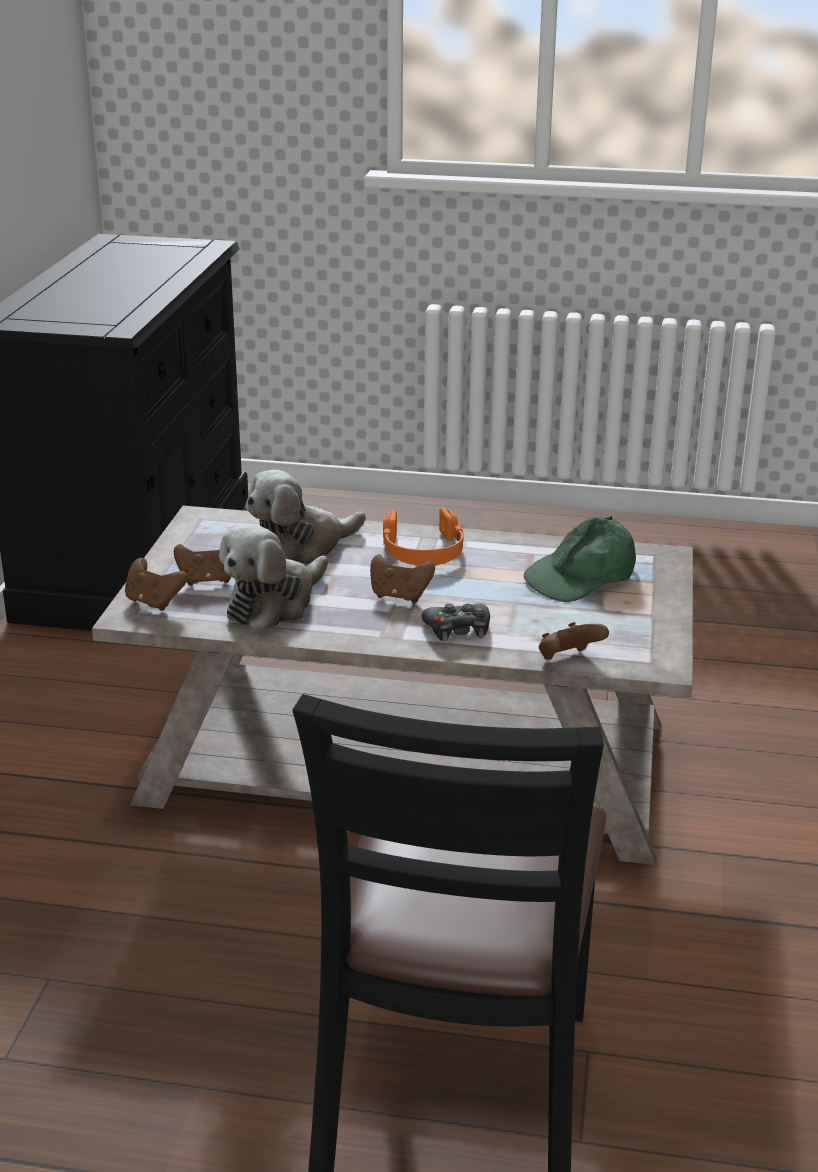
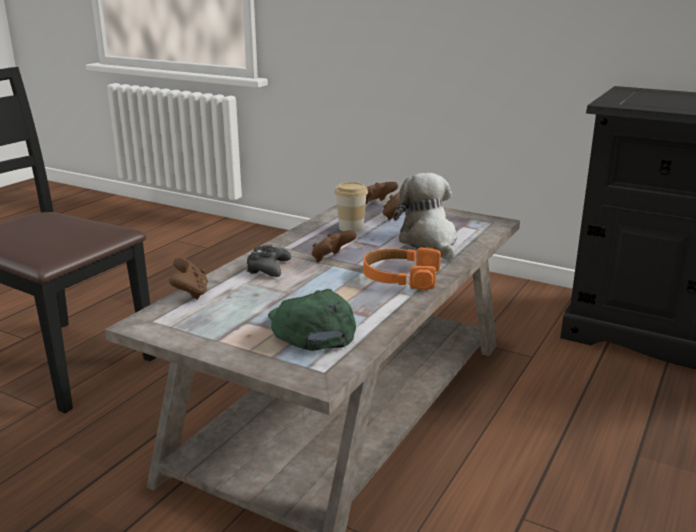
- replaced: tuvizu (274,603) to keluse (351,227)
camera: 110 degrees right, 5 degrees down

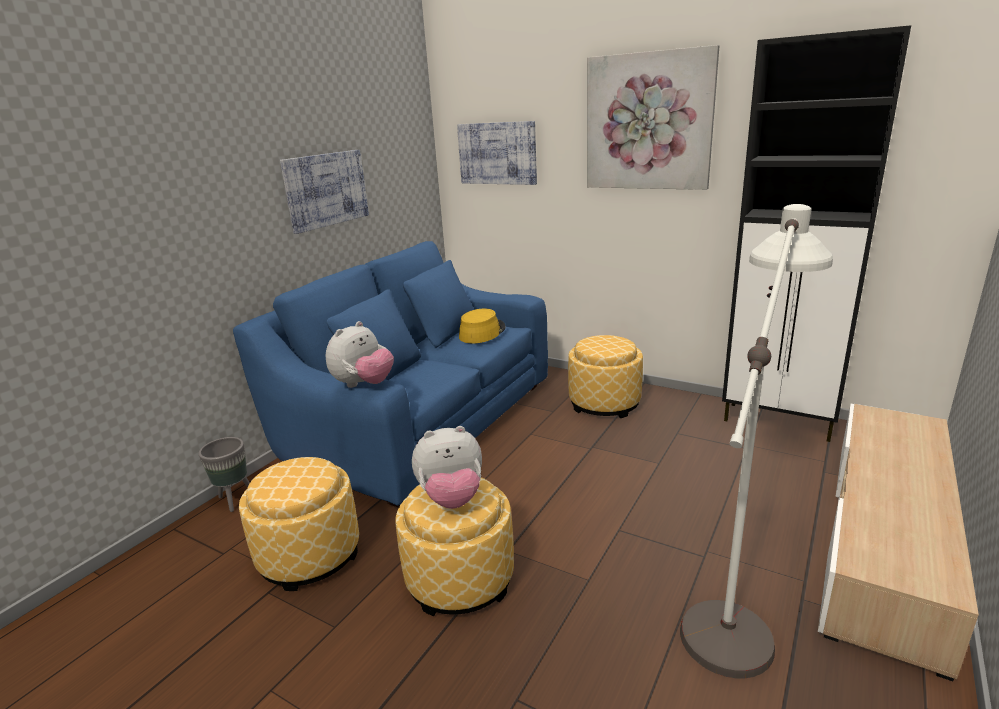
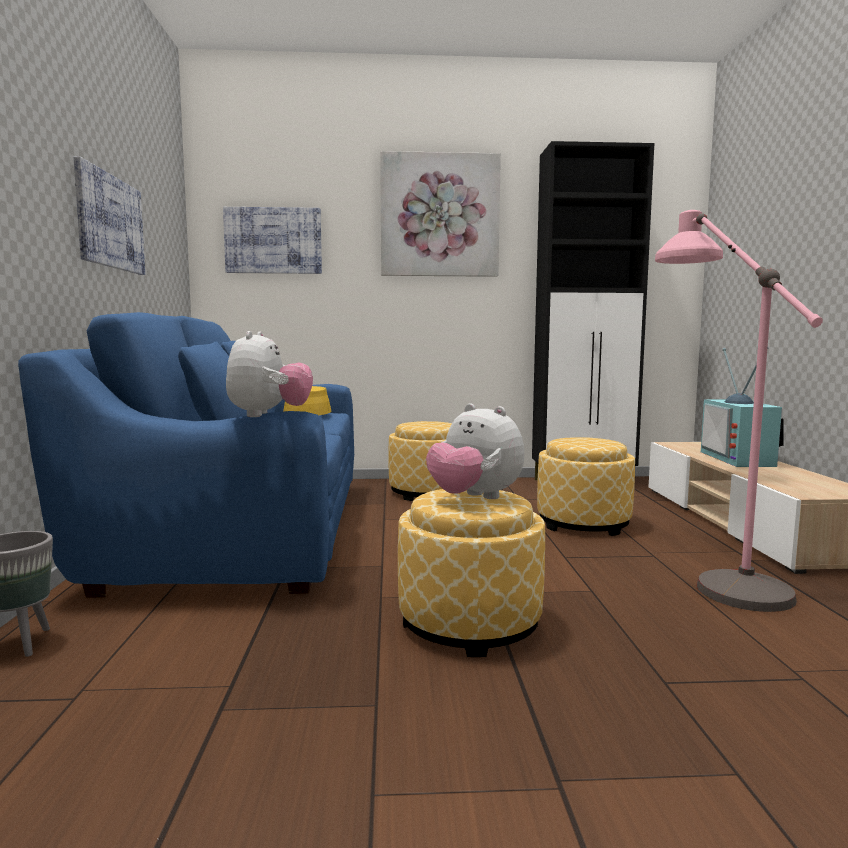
- moved: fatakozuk (309,555) to (583,523)
- turned: tuvizu (451,498) = (474,498) 90 degrees clockwise
- recoloured: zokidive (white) (738,595) to zokidive (pink) (711,569)
- added: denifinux (741,459)
camera: 35 degrees left, 15 degrees down

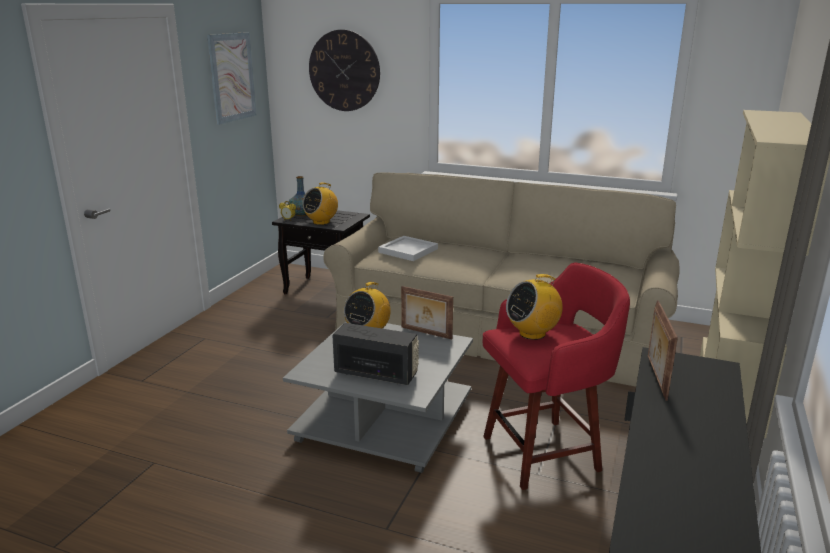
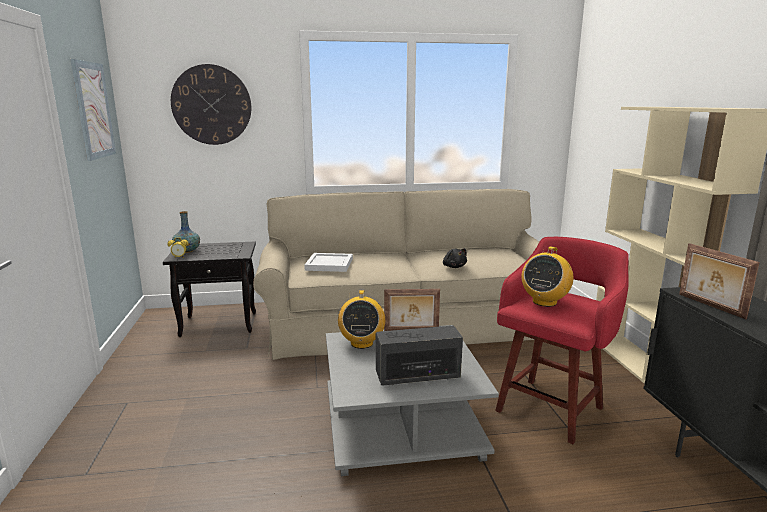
- removed: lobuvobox (321,222)
- added: tuvizu (black) (454,267)
camera: 30 degrees left, 5 degrees down

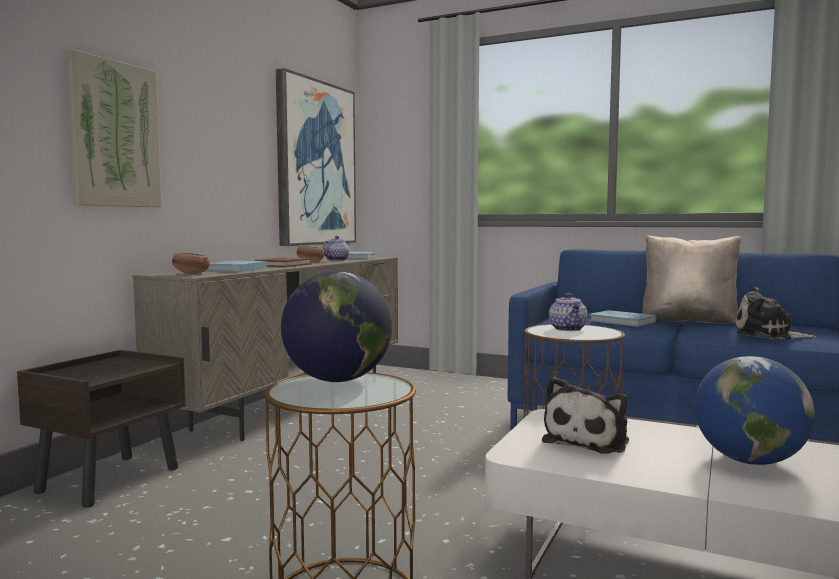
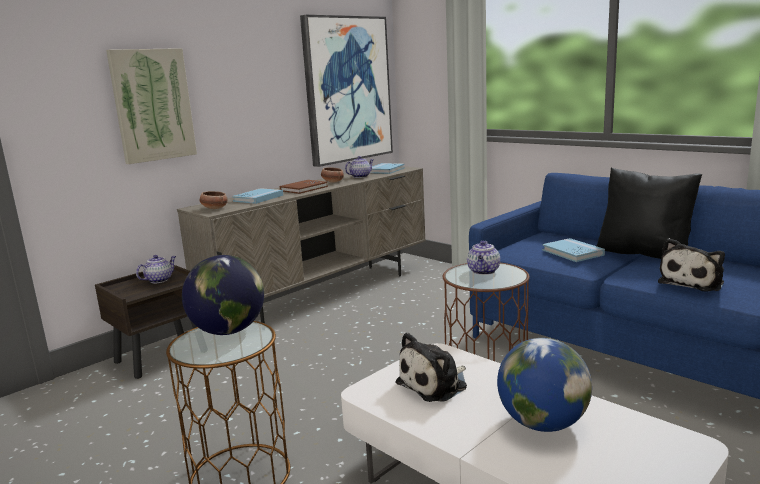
- recoloured: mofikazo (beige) (688,321) to mofikazo (black) (643,253)
- turned: tuvizu (767,335) = (693,282) 90 degrees counterclockwise
- added: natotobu (159,280)
camera: 20 degrees right, 10 degrees up

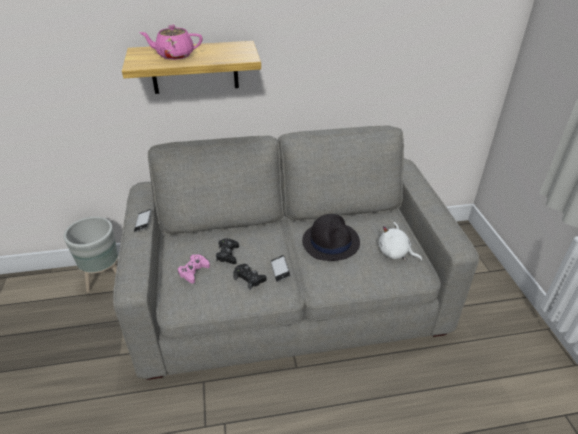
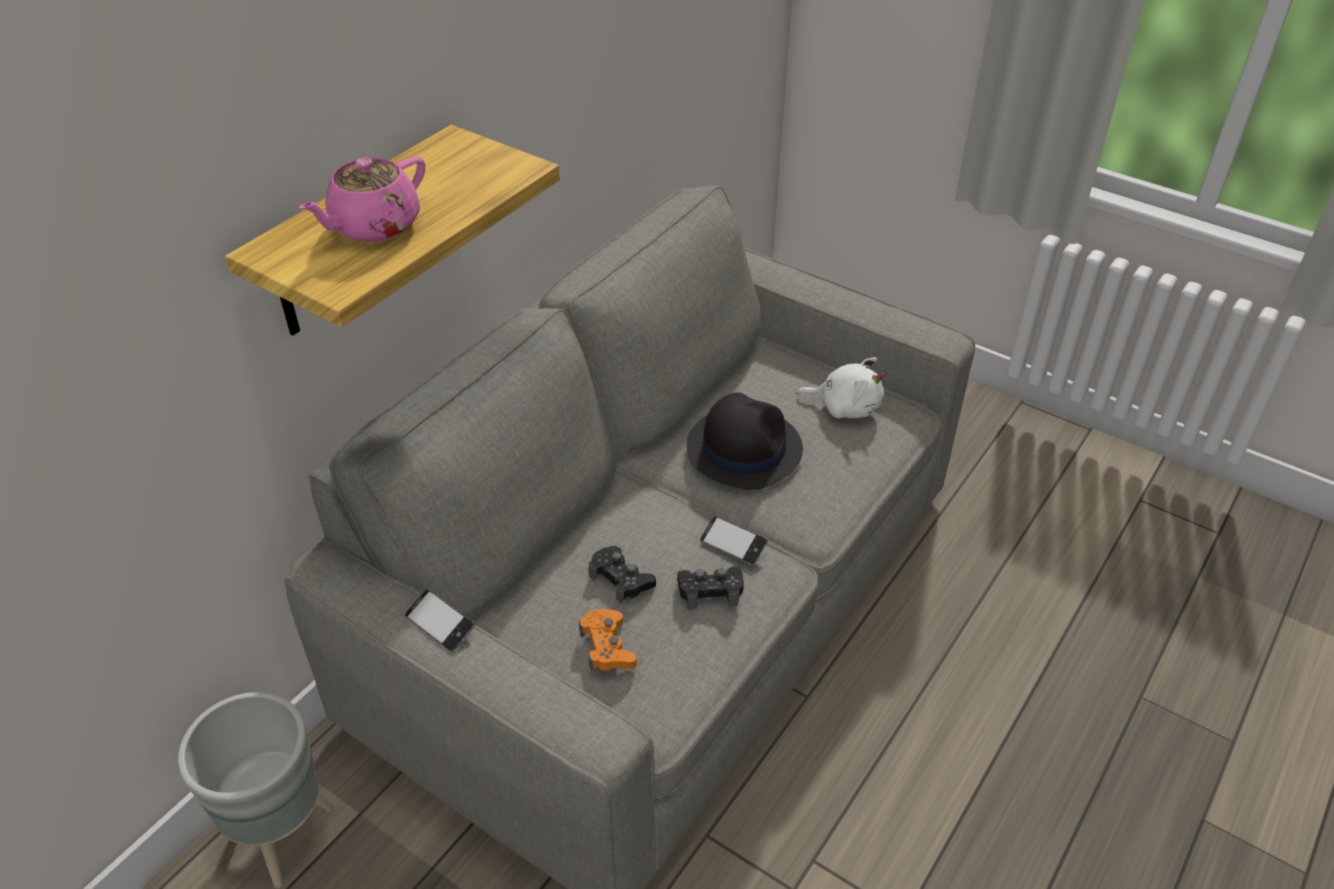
- recoloured: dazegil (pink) (193,271) to dazegil (orange) (607,647)
- turned: tuvizu (white) (395,253) = (845,406) 150 degrees counterclockwise
camera: 45 degrees left, 5 degrees up

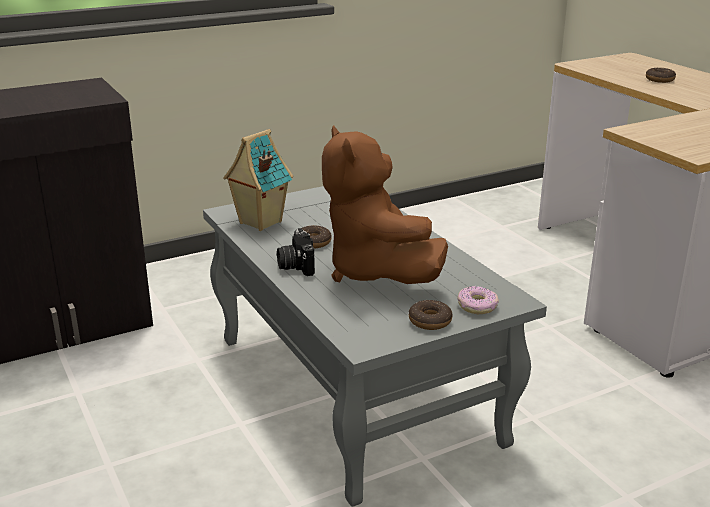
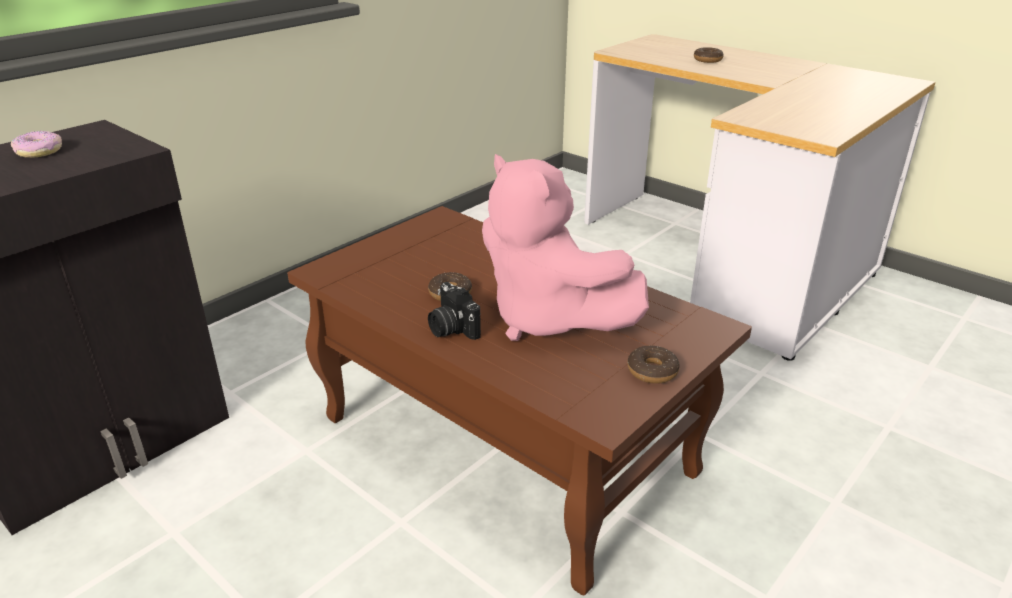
- recoloured: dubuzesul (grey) (353,388) to dubuzesul (brown) (503,444)
- removed: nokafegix (259,223)
- recoloured: tuvizu (brown) (376,272) to tuvizu (pink) (548,319)
- moved: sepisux (477,306) to (39,151)
camera: 20 degrees left, 5 degrees up

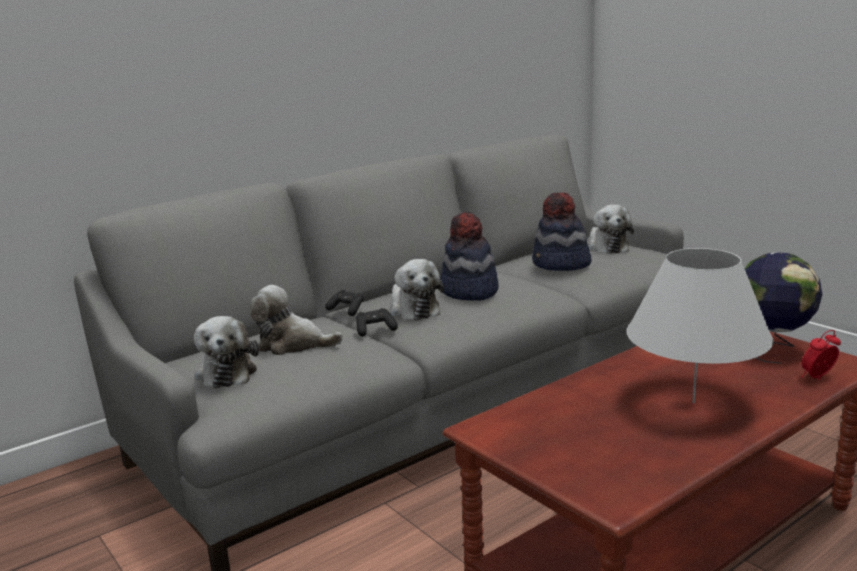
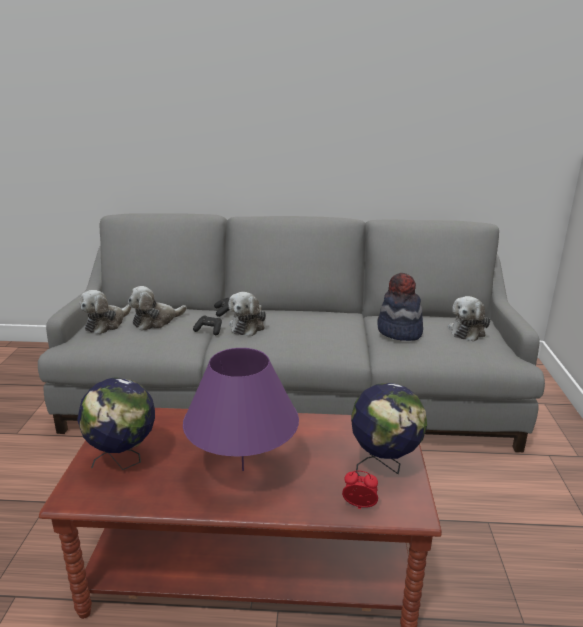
- turned: tuvizu (292,344) = (156,321) 90 degrees counterclockwise
- removed: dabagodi (469,291)
- recoloured: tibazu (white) (693,402) to tibazu (purple) (243,470)
- added: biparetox (123,461)
camera: 40 degrees right, 5 degrees up

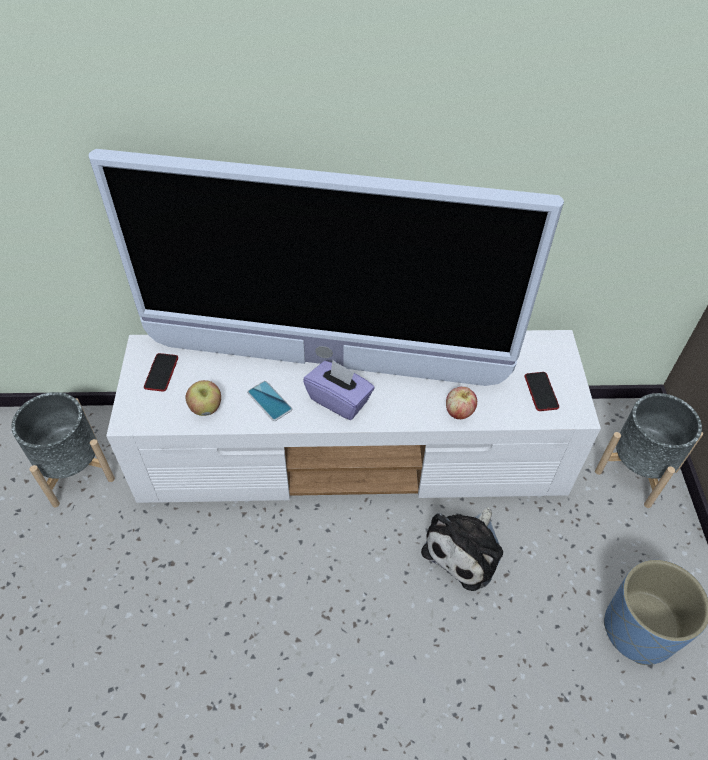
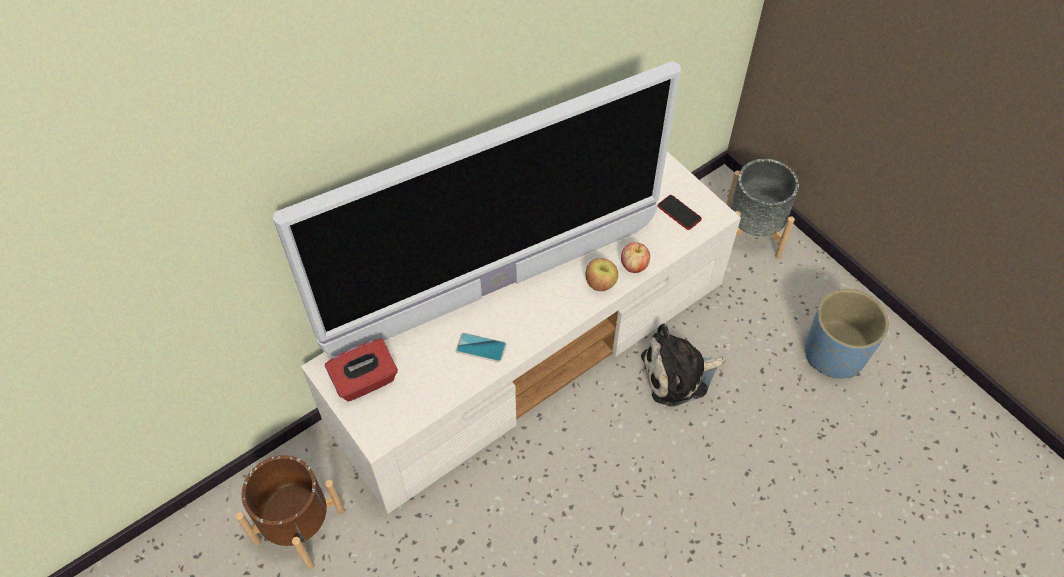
- recoloured: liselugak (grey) (74,471) to liselugak (brown) (299,526)
- replaced: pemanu (161,373) to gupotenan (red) (365,381)
- moved: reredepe (206,408) to (600,283)
- removed: gupotenan (purple) (339,400)
- turned: tuvizu (466,549) = (679,374) 75 degrees clockwise
camera: 35 degrees left, 5 degrees up

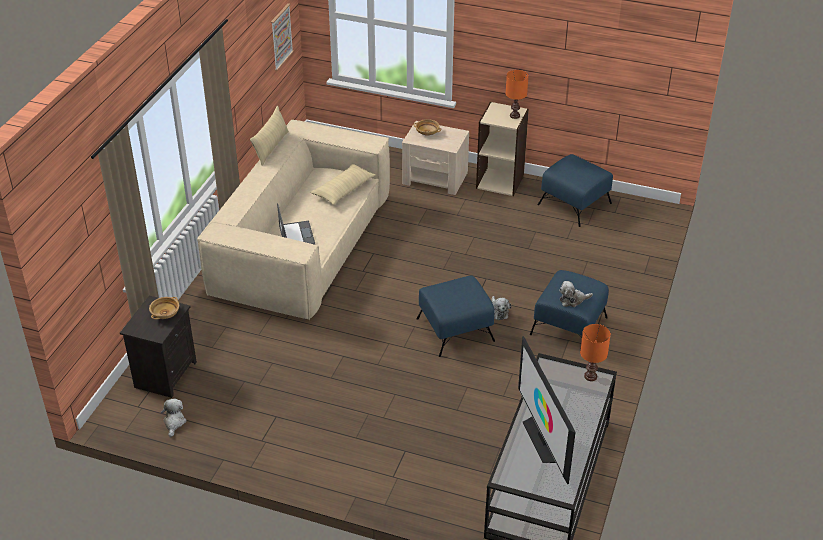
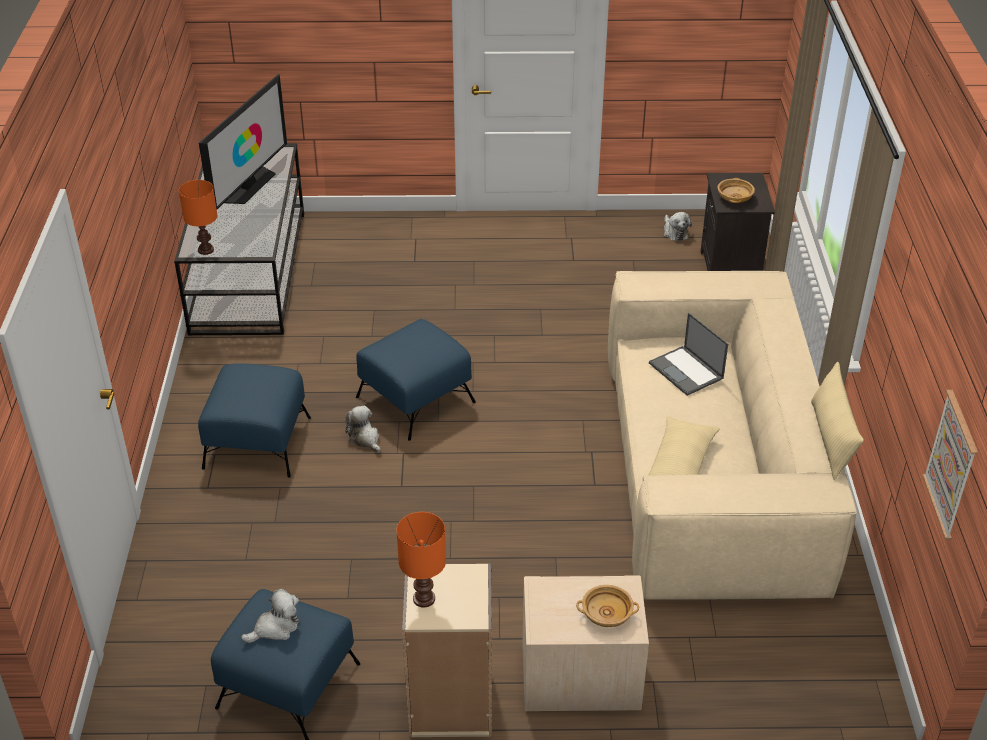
- turned: denifinux (543,439) = (249,186) 60 degrees clockwise
- moved: tuvizu (573,300) to (275,628)
camera: 160 degrees right, 0 degrees up

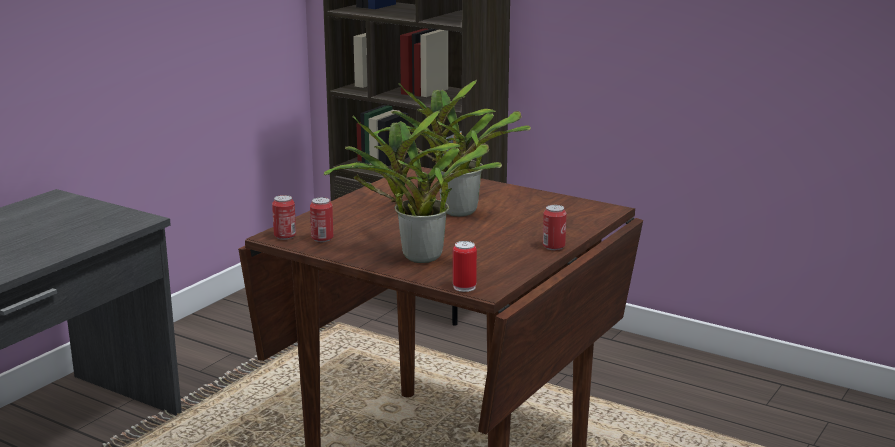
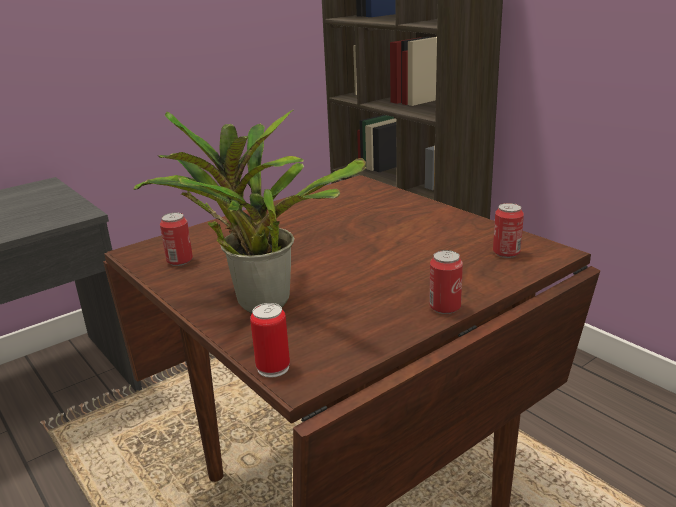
- moved: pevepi (285,236) to (506,253)
- removed: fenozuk (453,211)
camera: 20 degrees right, 5 degrees up

